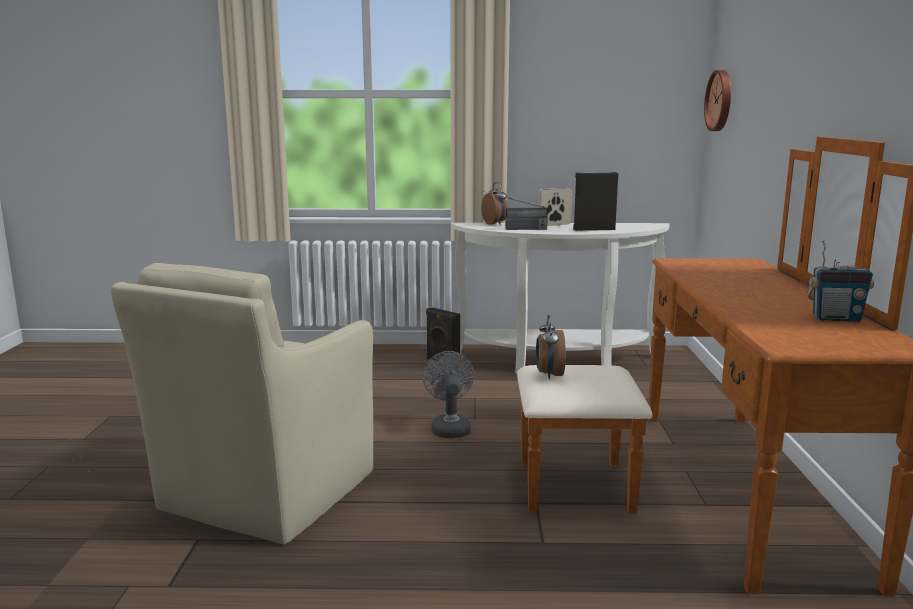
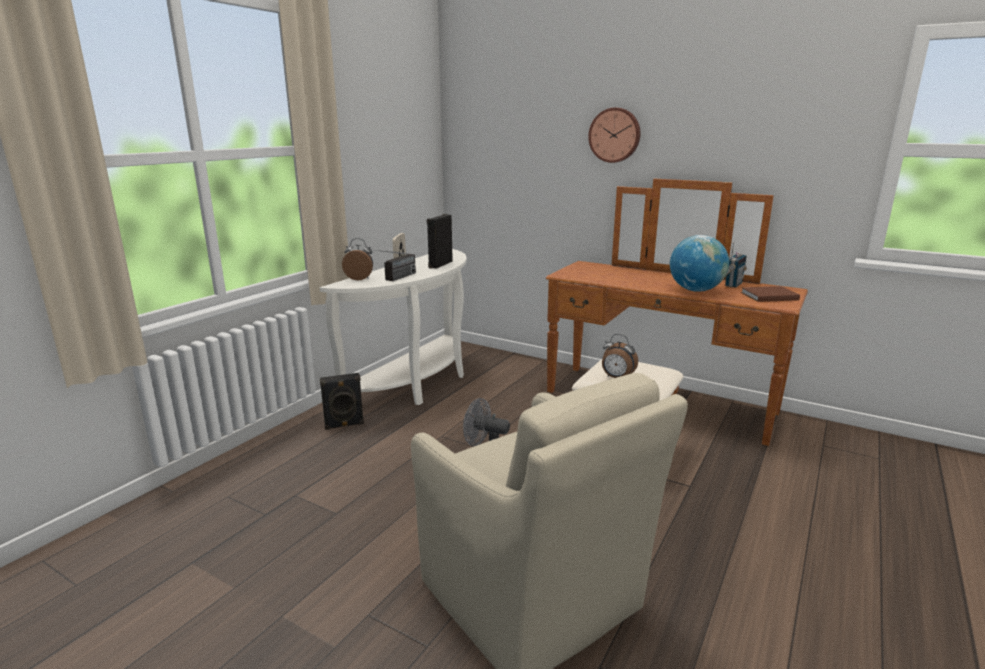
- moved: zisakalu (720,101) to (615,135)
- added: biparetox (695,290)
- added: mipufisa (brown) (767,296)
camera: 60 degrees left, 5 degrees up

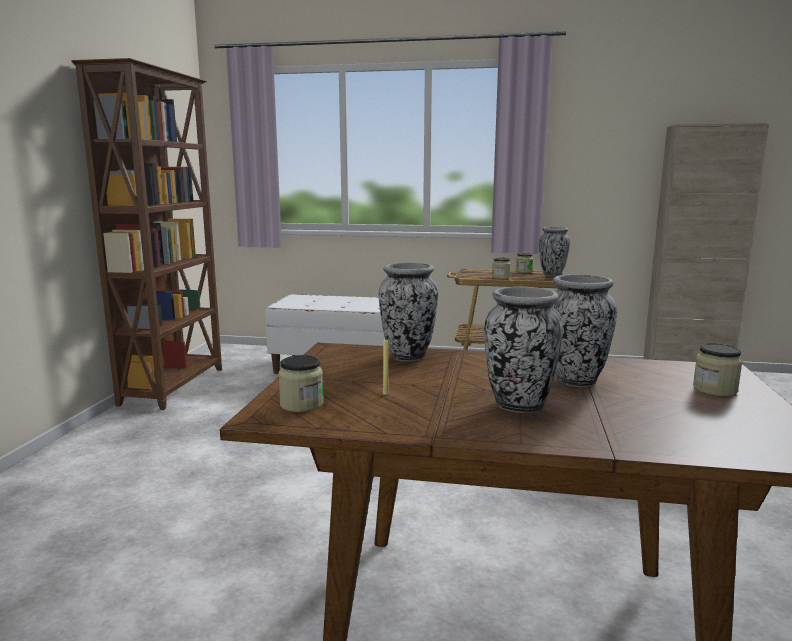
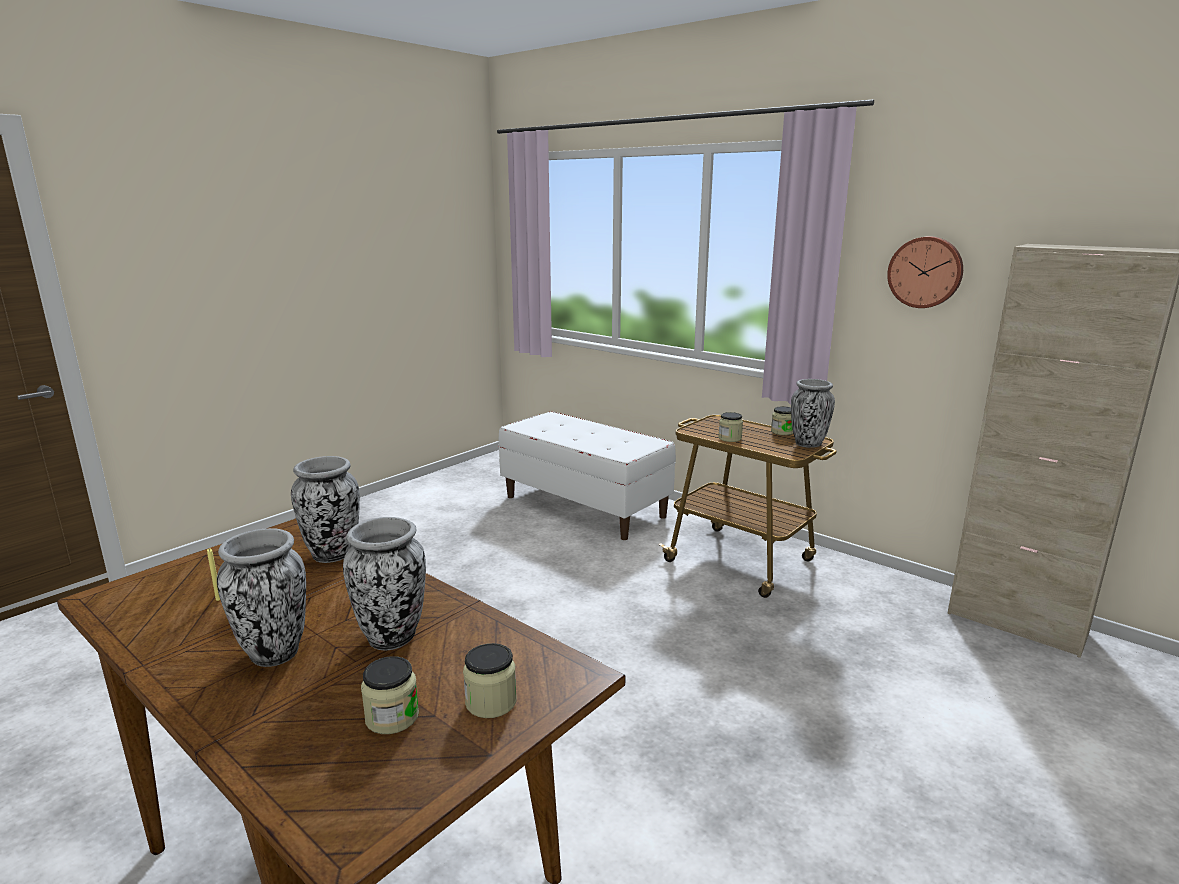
- removed: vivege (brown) (175,386)
- moved: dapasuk (301,404) to (392,717)
- added: zisakalu (925,272)
camera: 30 degrees right, 5 degrees up

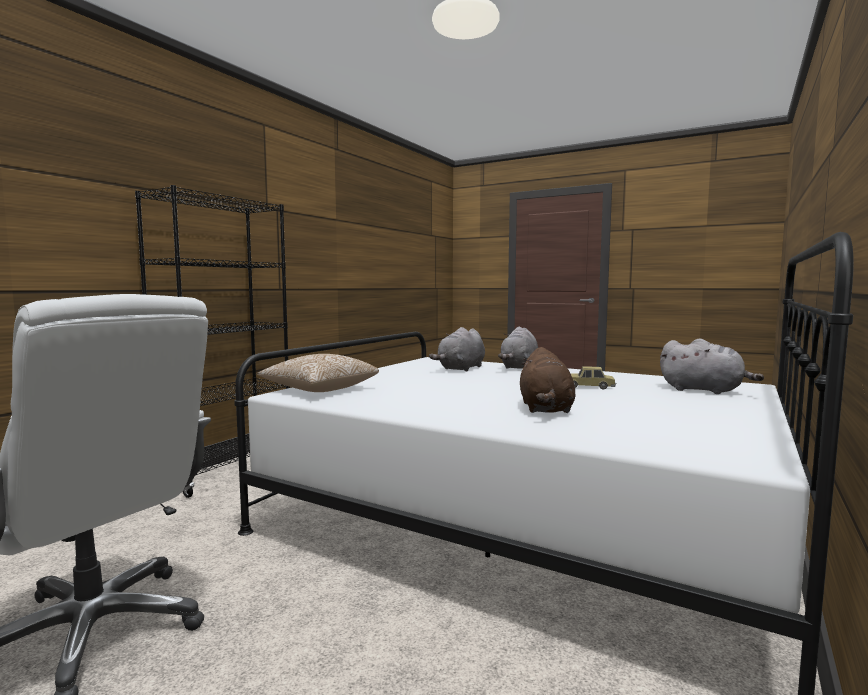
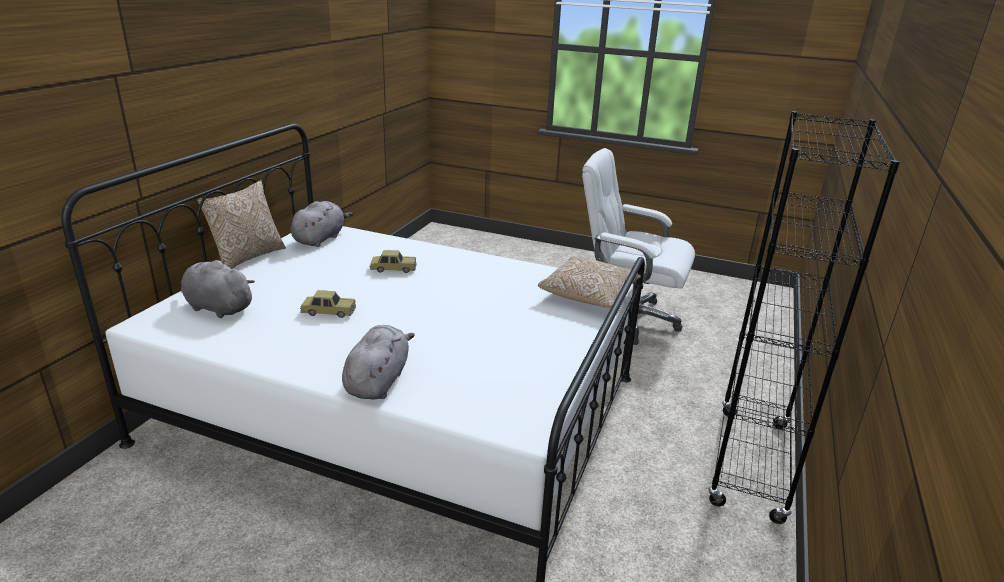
- moved: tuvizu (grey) (461,369) to (320,239)
- replaced: tuvizu (brown) (545,409) to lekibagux (393,269)
- added: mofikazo (247,257)
camera: 170 degrees right, 20 degrees up

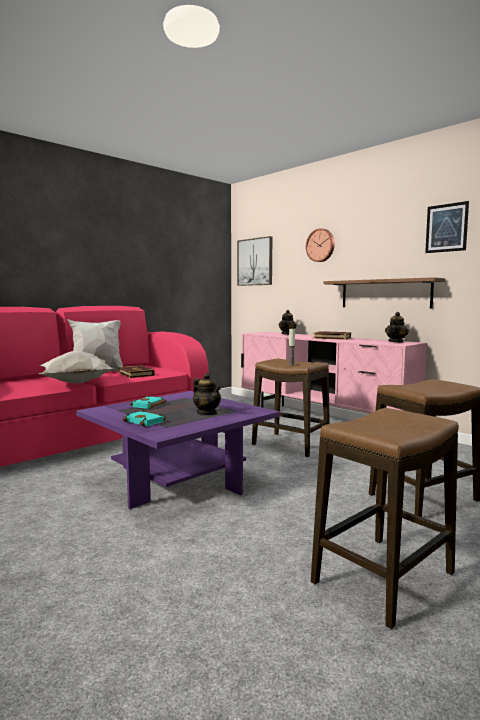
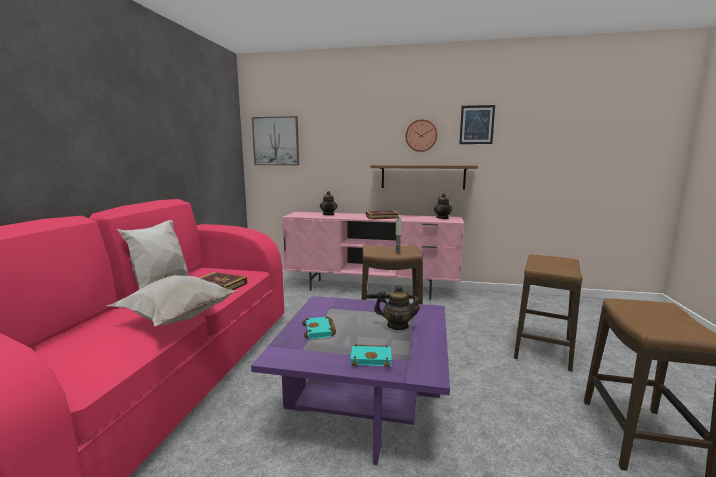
- moved: zisakalu (321,245) to (421,135)
camera: 35 degrees left, 5 degrees up

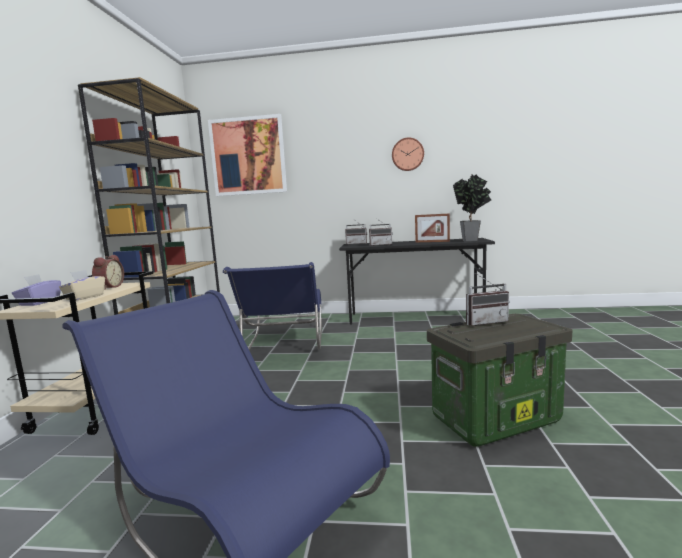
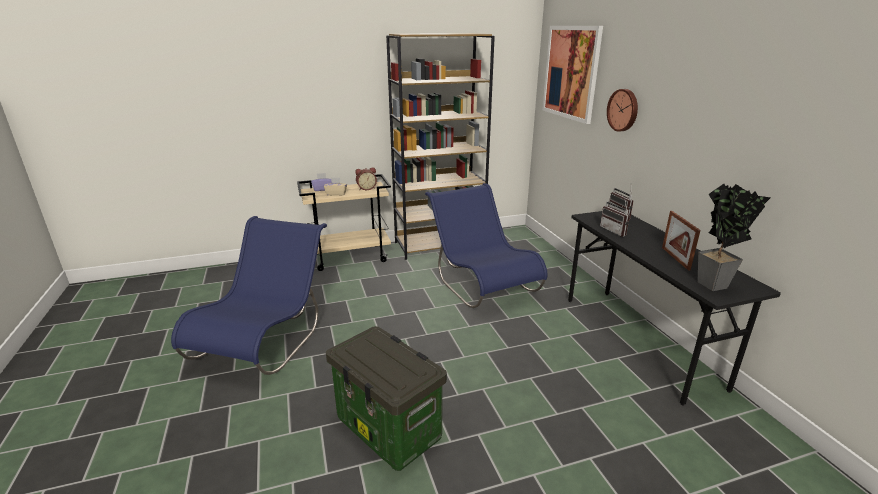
- turned: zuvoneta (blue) (285,345) = (481,283) 90 degrees clockwise
- moved: zisakalu (407,154) to (623,110)
- removed: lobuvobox (485,322)
camera: 65 degrees right, 15 degrees up

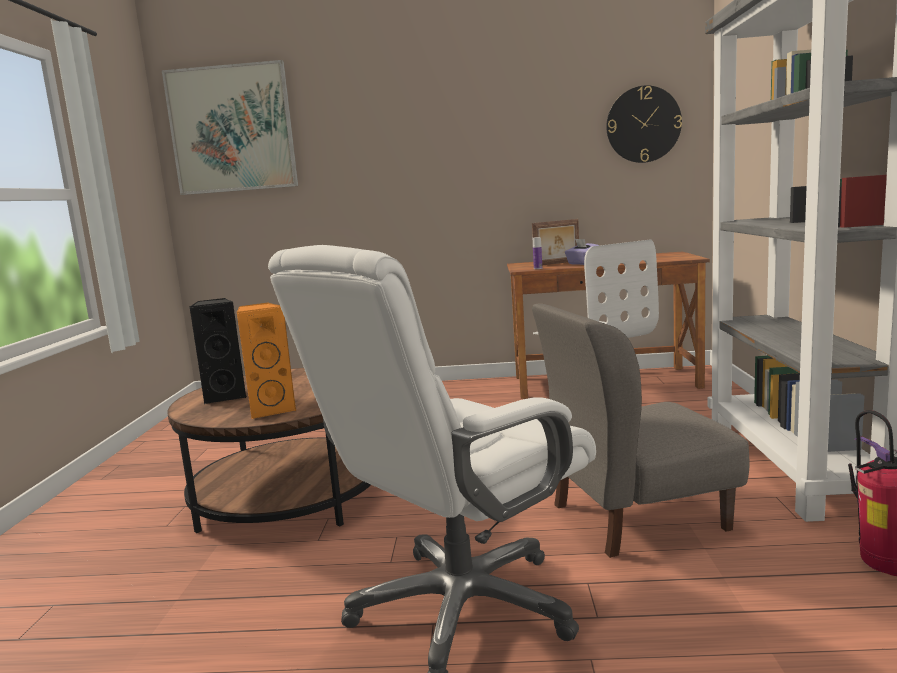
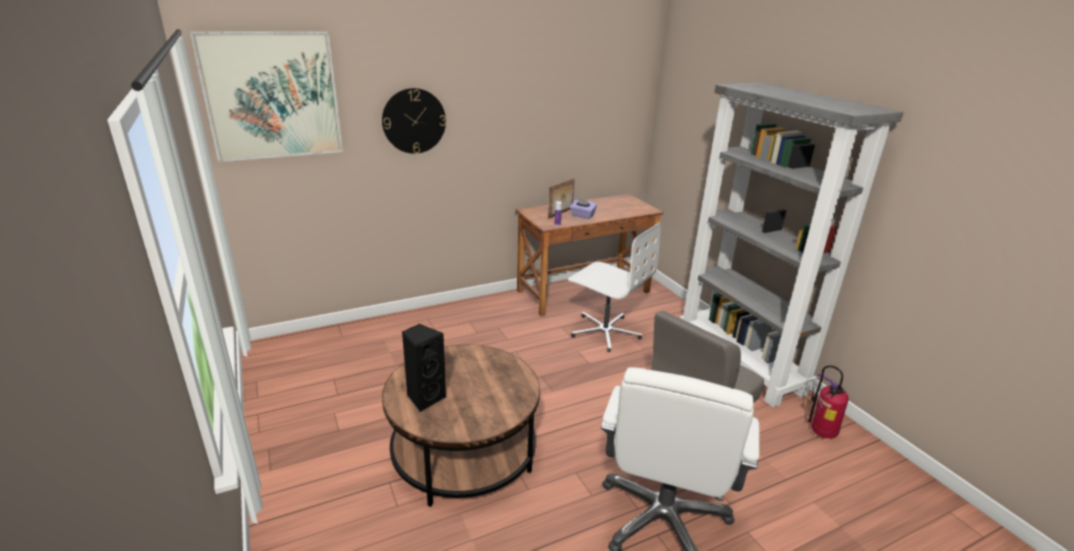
- removed: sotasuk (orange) (271,409)
- moved: zisakalu (643,124) to (414,121)
camera: 30 degrees left, 15 degrees up

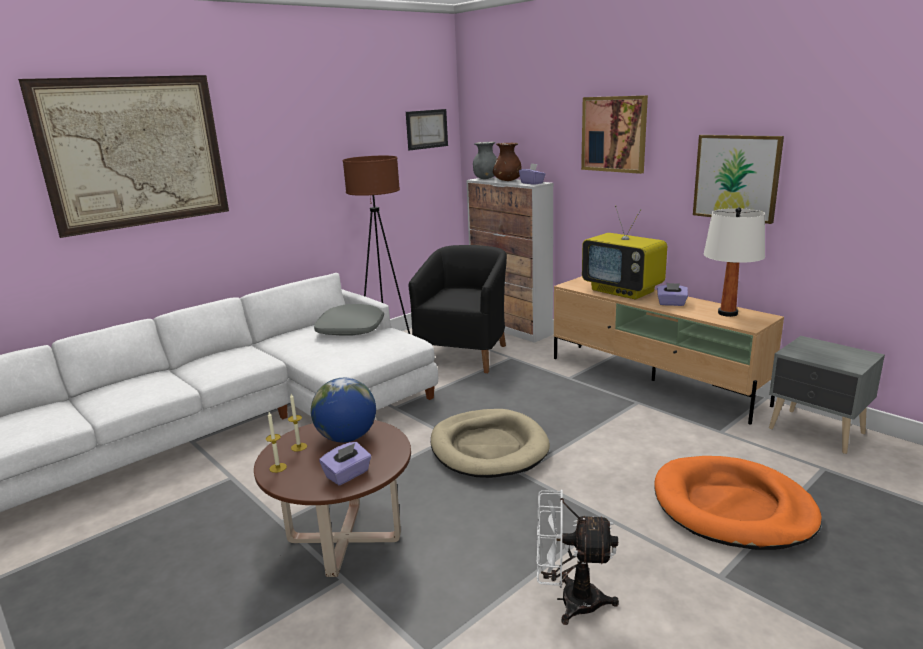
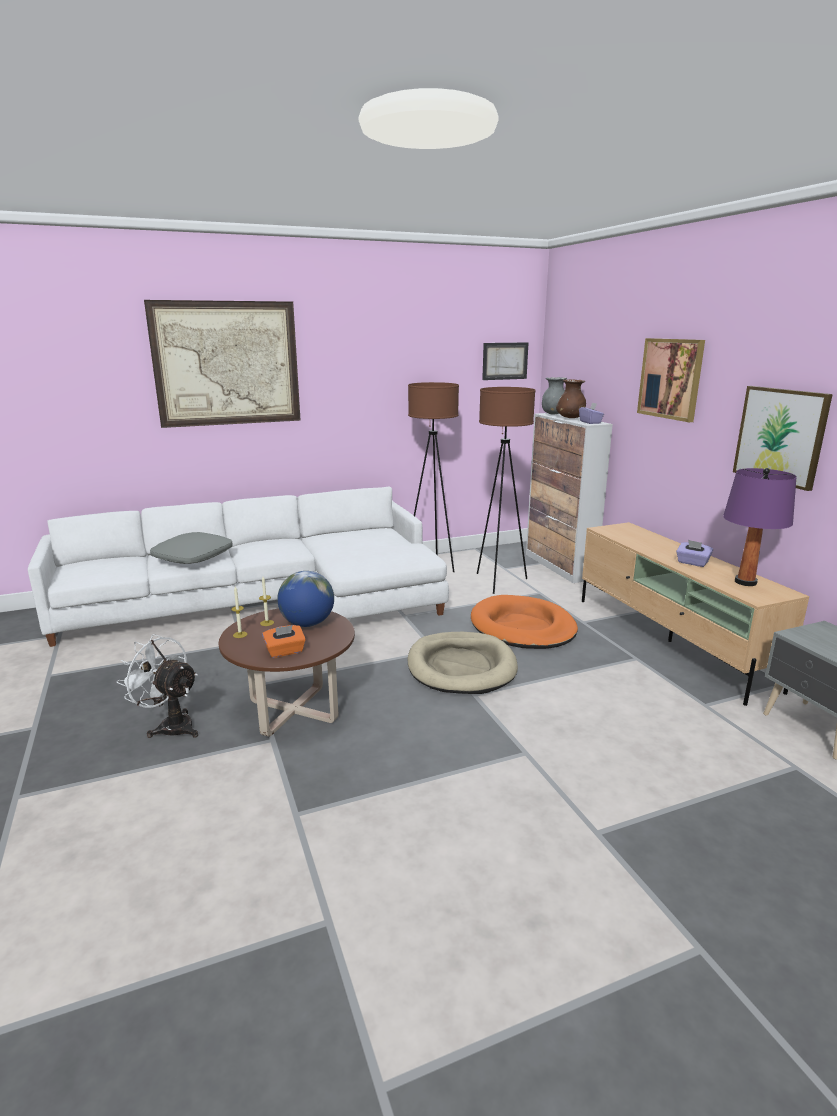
- moved: mofikazo (grey) (350,329) to (193,557)
- recoloured: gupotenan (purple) (347,475) to gupotenan (orange) (285,652)
- replaced: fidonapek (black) (465,354) to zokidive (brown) (498,582)
- moved: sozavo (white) (569,600) to (170,725)
- removed: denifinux (623,291)
- moved: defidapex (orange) (732,507) to (522,627)
- recoloured: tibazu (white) (728,313) to tibazu (purple) (745,582)
camera: 20 degrees right, 0 degrees up

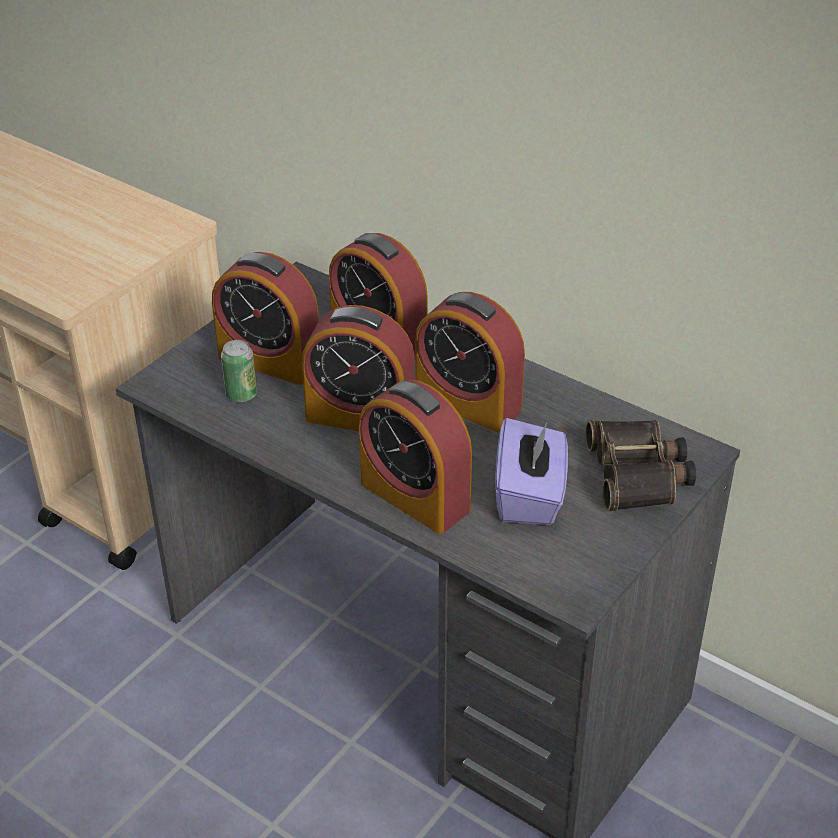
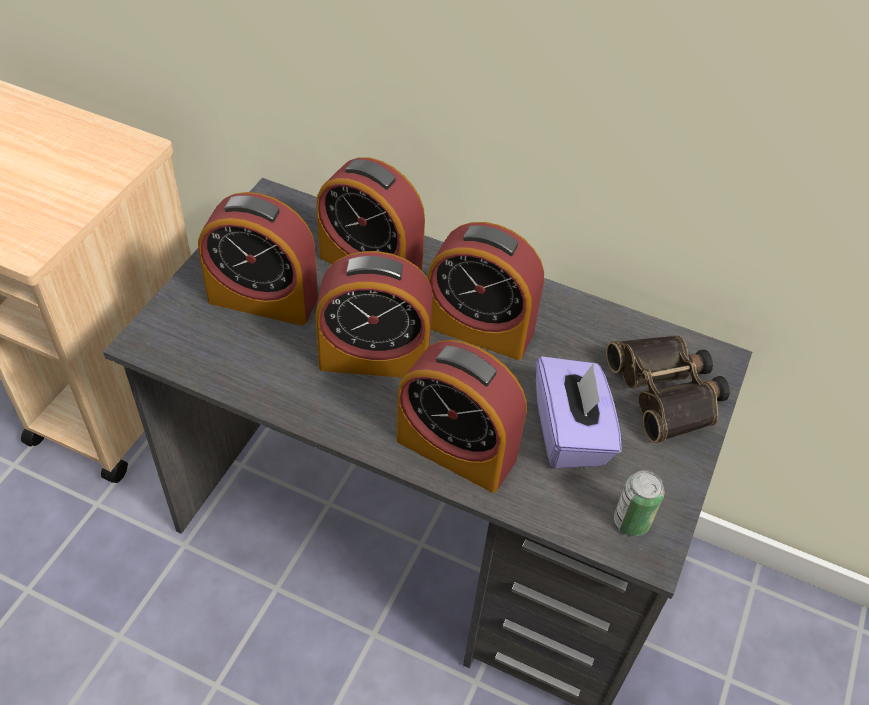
- moved: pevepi (241,395) to (631,521)
camera: 15 degrees left, 10 degrees up

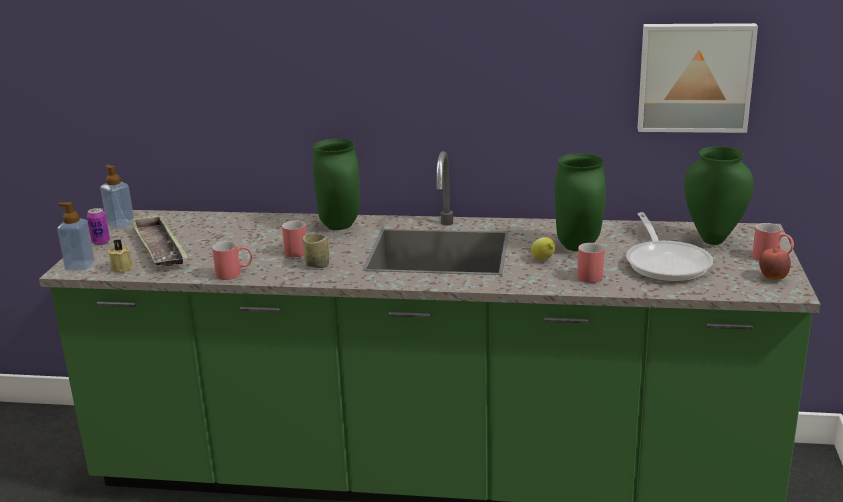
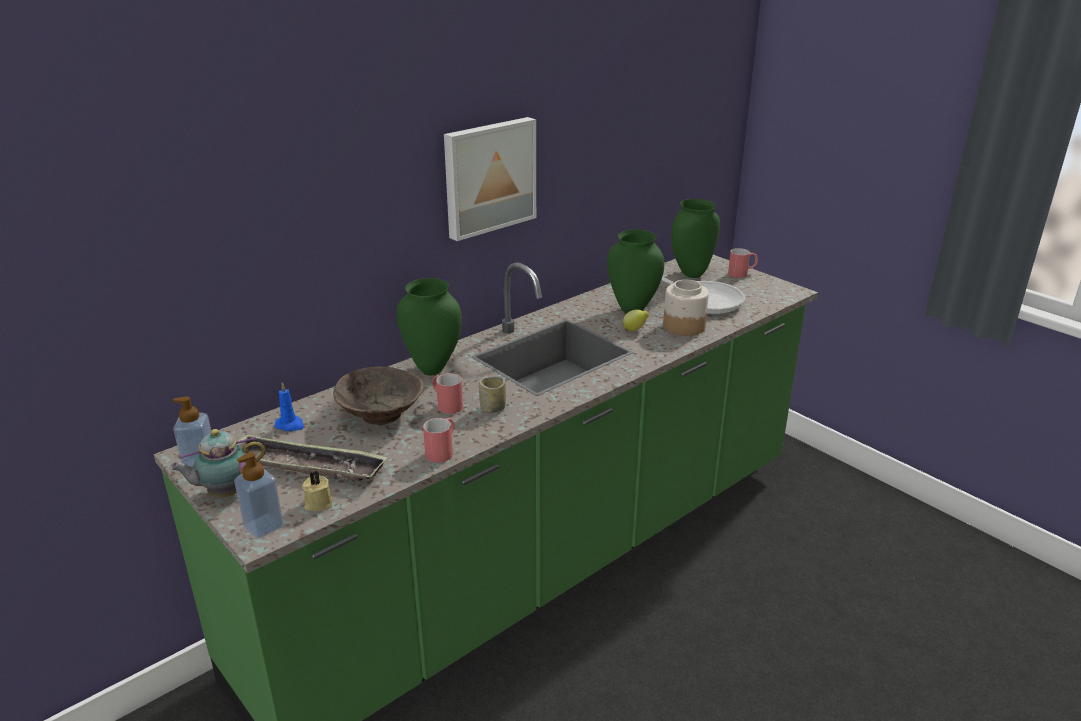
- replaced: pevepi (101,242) to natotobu (224,493)
- replaced: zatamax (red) (593,274) to dapasuk (683,326)
- moved: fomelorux (694,77) to (488,177)
- removed: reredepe (772,278)
- added: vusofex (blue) (290,425)
- added: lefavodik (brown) (380,415)
camera: 50 degrees left, 5 degrees up

